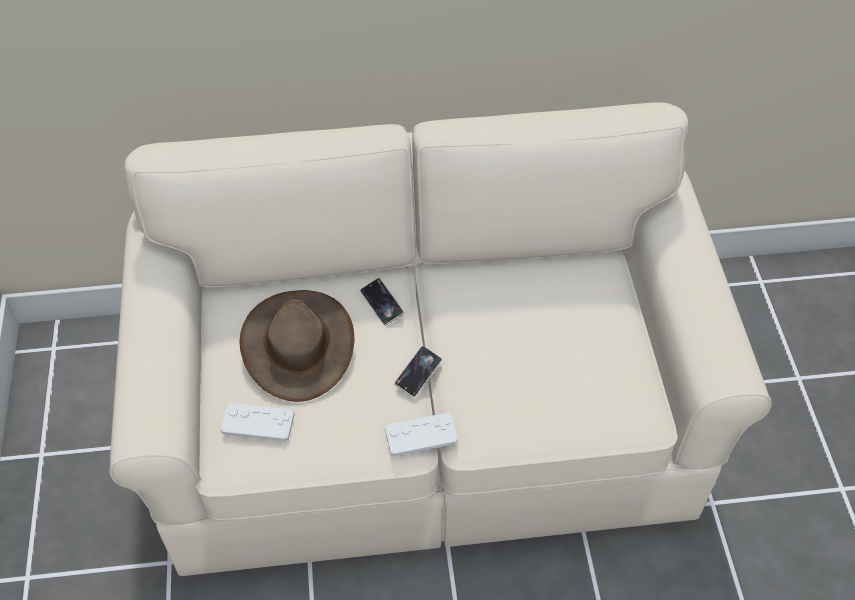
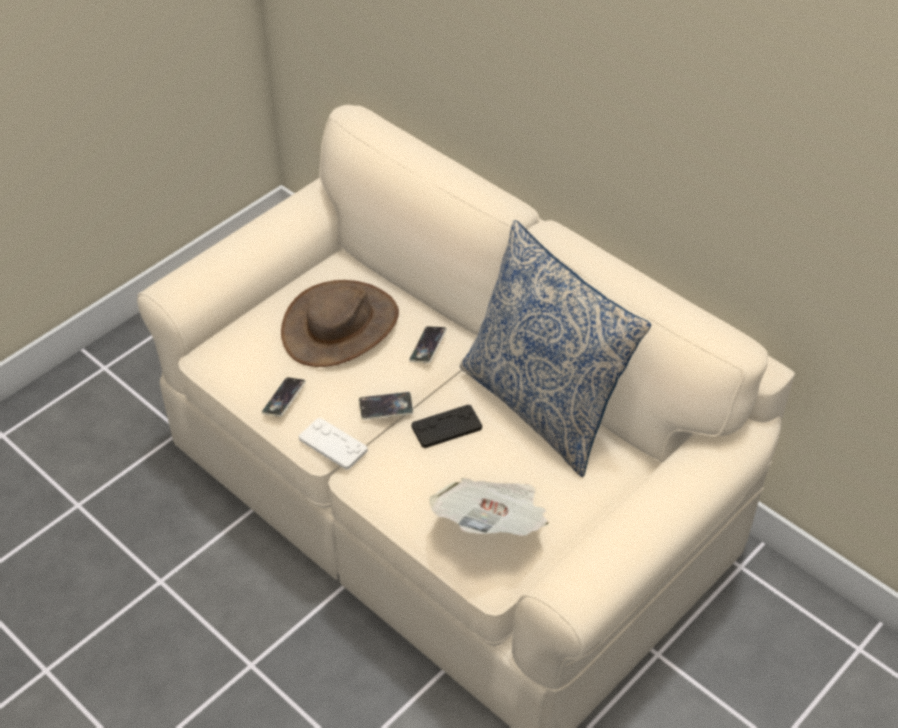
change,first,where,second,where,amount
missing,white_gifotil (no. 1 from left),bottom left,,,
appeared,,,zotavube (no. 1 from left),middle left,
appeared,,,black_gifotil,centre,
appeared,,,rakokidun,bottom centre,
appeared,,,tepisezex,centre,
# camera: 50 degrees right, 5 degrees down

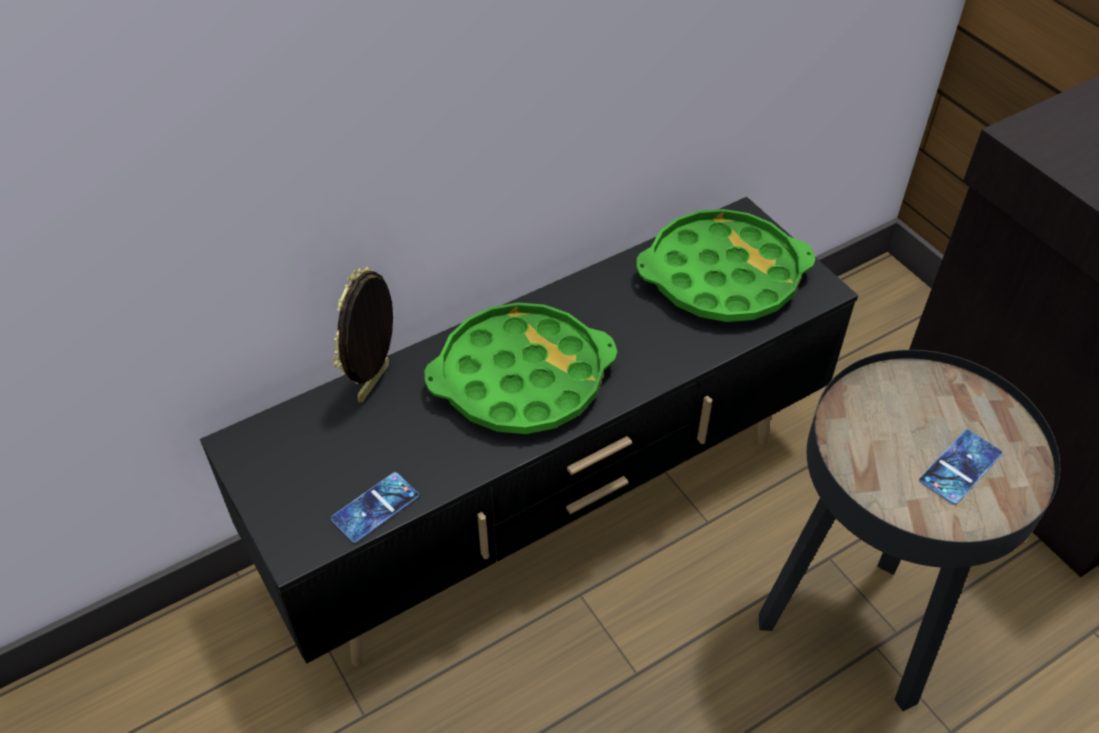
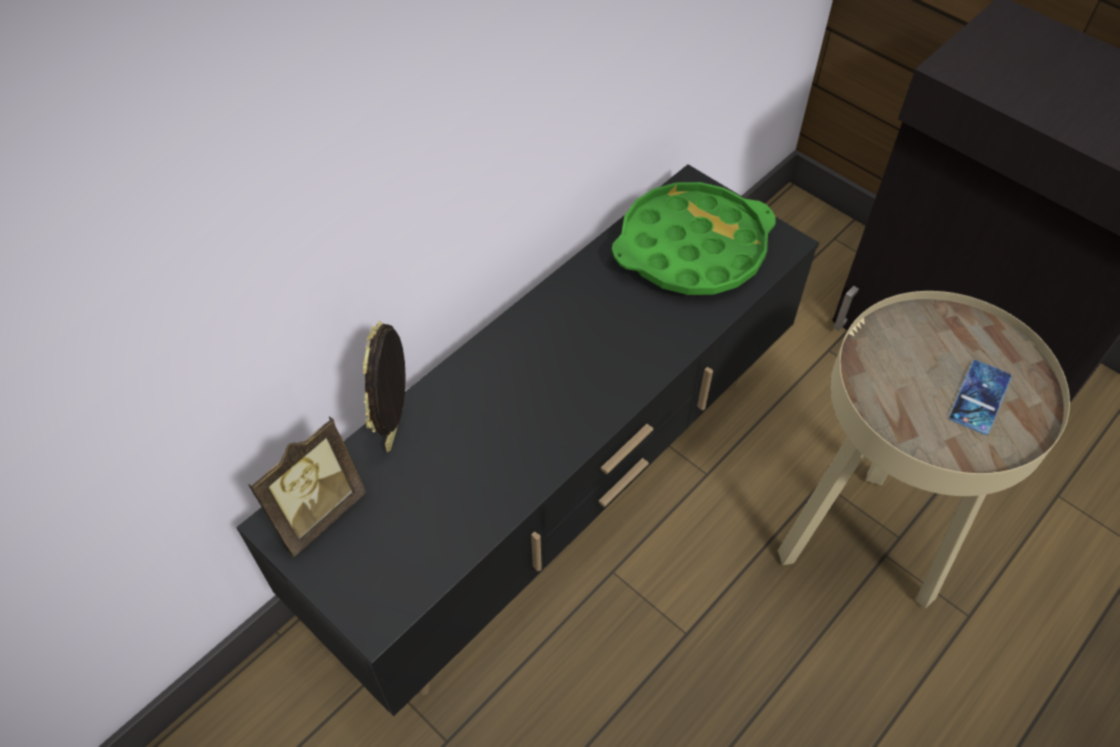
change,first,where,second,where,amount
missing,zotavube (no. 1 from left),bottom centre,,,
missing,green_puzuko (no. 1 from left),centre,,,
colour,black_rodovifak,bottom right,beige_rodovifak,middle right,
appeared,,,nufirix (no. 1 from left),middle left,
# camera: 15 degrees left, 5 degrees up

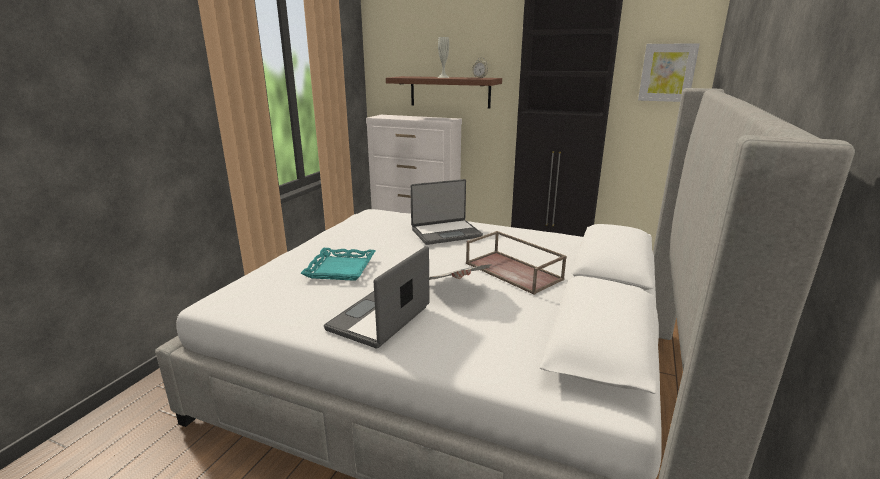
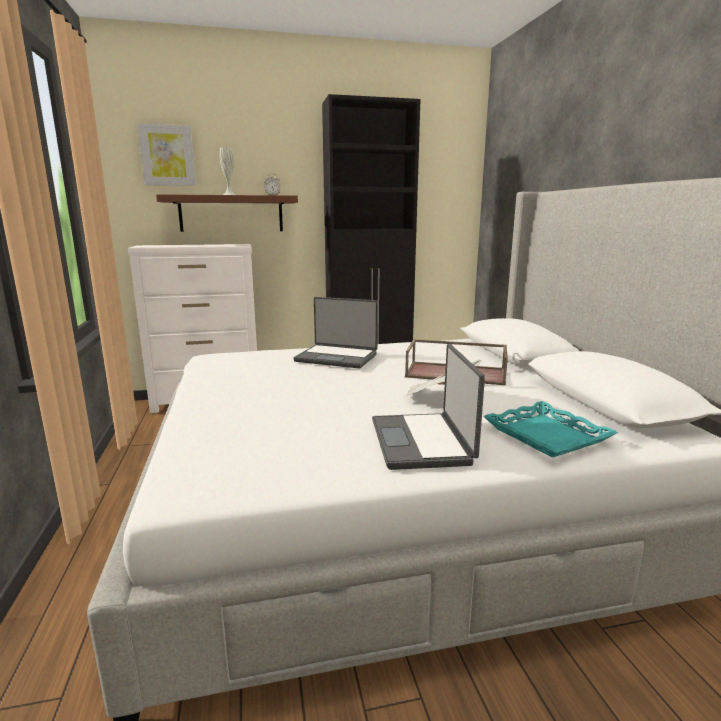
change,first,where,second,where,amount
relocated,turquoise_puzuko,centre,,middle right,
spun,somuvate (no. 2 from left in the first image),centre,somuvate (no. 1 from left),centre,75 degrees clockwise
relocated,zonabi,top right,,top left,
# camera: 35 degrees left, 5 degrees down

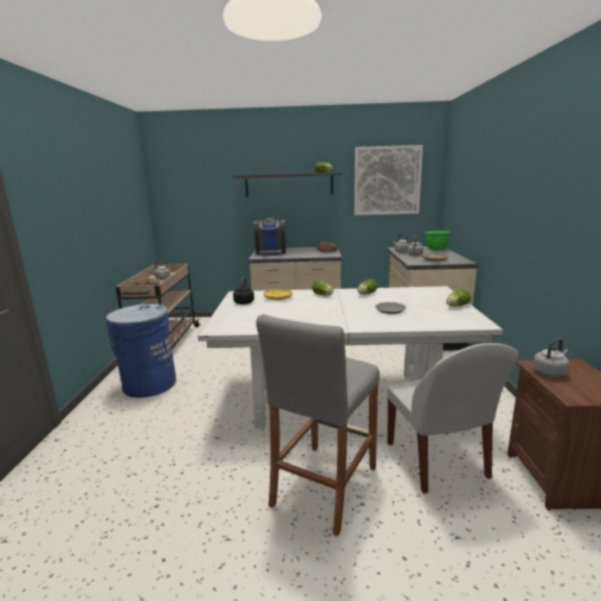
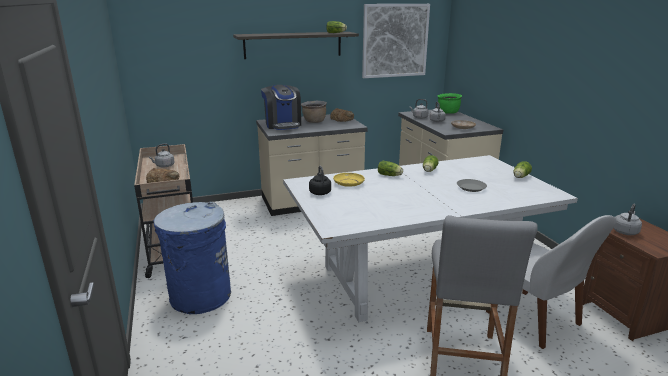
change,first,where,second,where,amount
appeared,,,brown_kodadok,top centre,
# camera: 20 degrees left, 5 degrees up

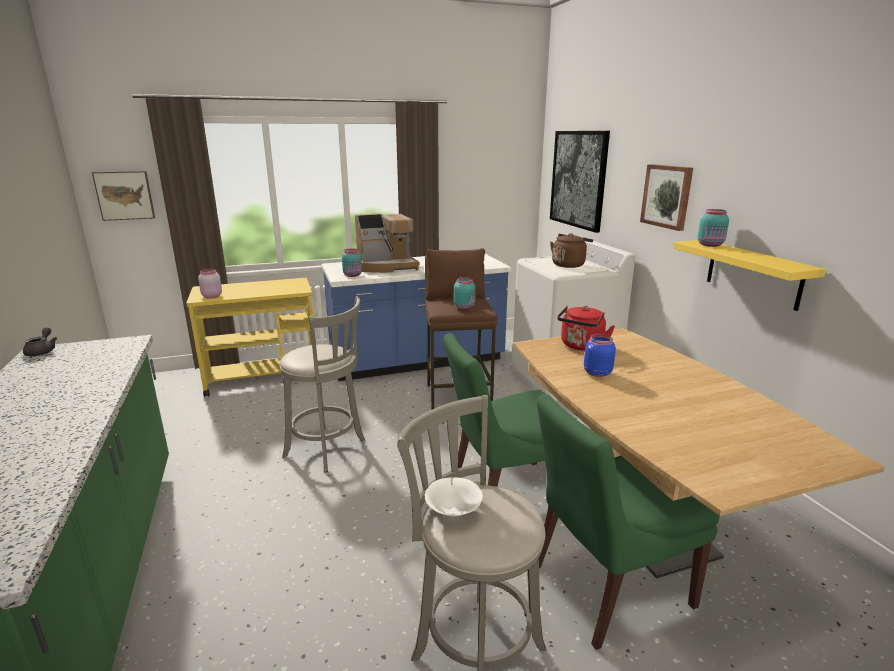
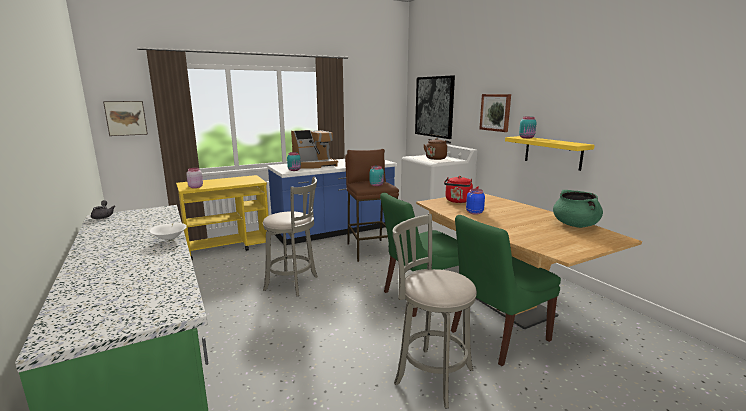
change,first,where,second,where,amount
relocated,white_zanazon,bottom centre,,middle left,
appeared,,,green_kodadok,middle right,
# camera: 10 degrees left, 5 degrees down

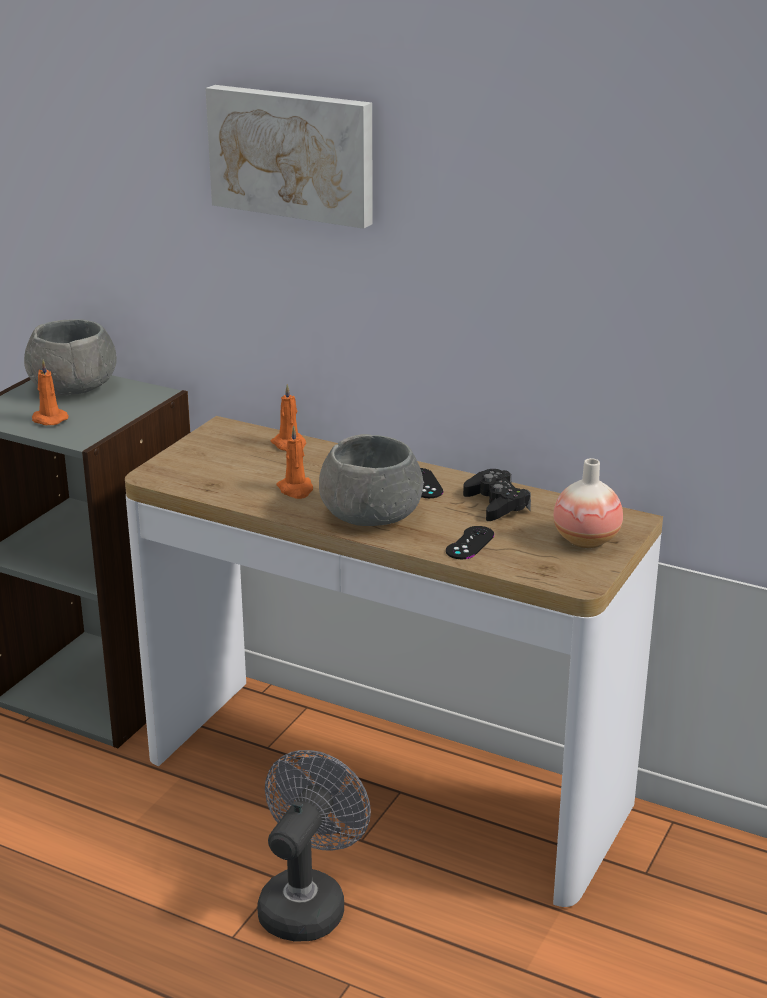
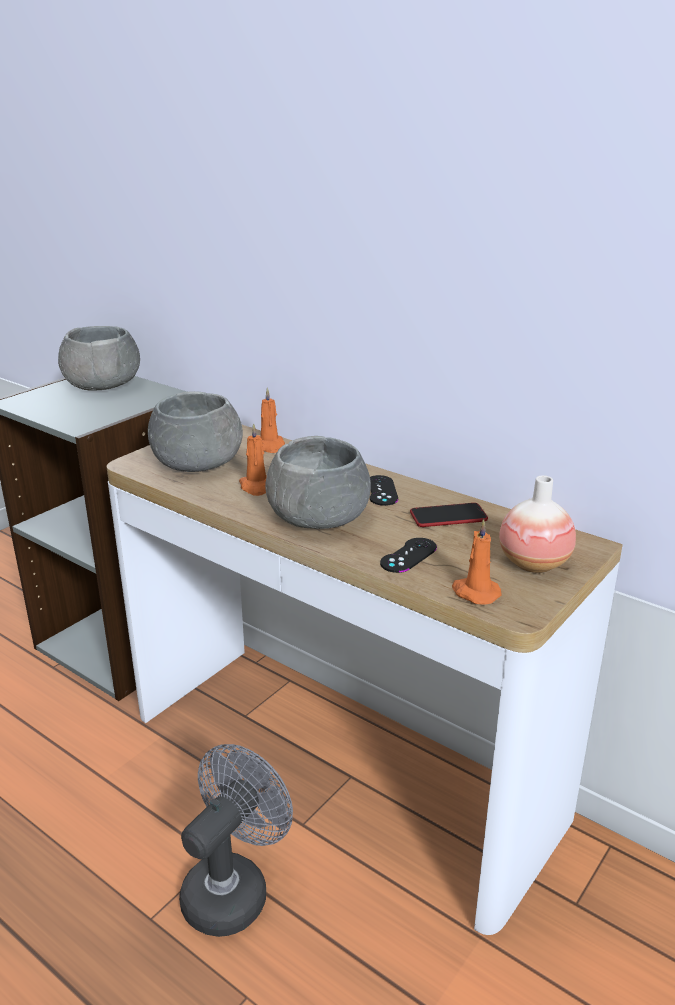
change,first,where,second,where,amount
relocated,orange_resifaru (no. 1 from left in the first image),middle left,orange_resifaru (no. 3 from left),middle right,
missing,zonabi,top centre,,,
exchanged,black_gifotil (no. 3 from left),centre,zotavube,centre,
appeared,,,grey_zanazon (no. 2 from left),middle left,
# camera: 10 degrees right, 0 degrees up

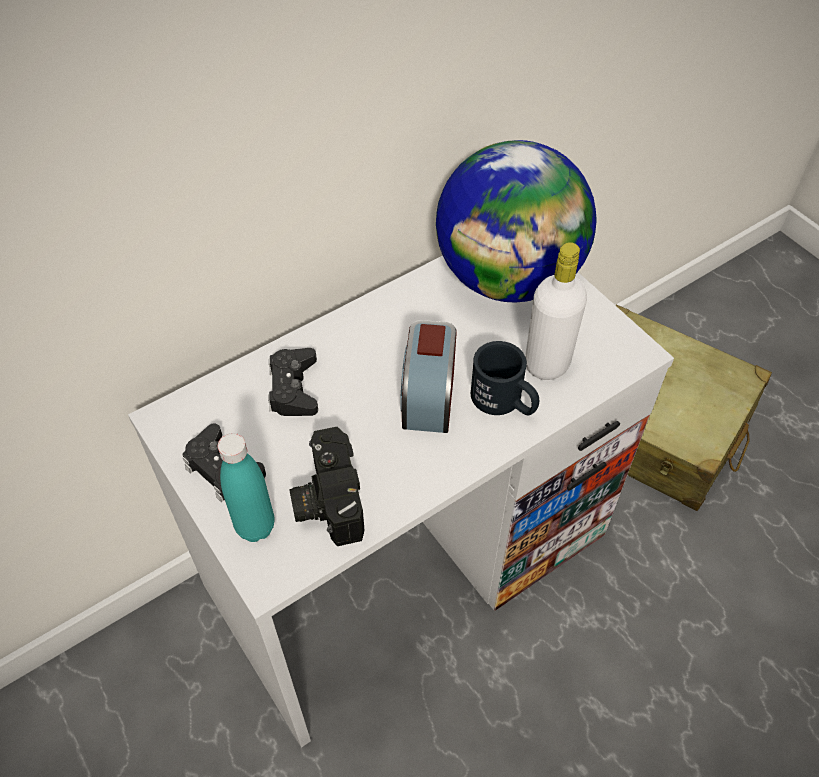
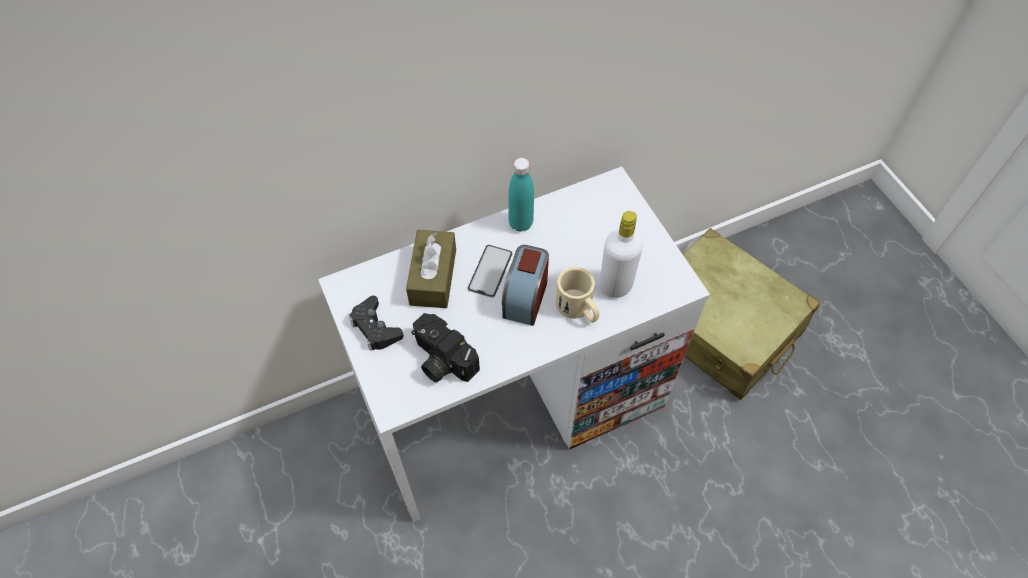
change,first,where,second,where,amount
relocated,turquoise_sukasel,middle left,,centre,
exchanged,black_gifotil (no. 2 from left),centre,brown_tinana,centre,
spun,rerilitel,centre,,centre,45 degrees counterclockwise
missing,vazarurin,top centre,,,
colour,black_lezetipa,centre,beige_lezetipa,centre,
appeared,,,zotavube,centre,
# camera: 10 degrees right, 5 degrees up

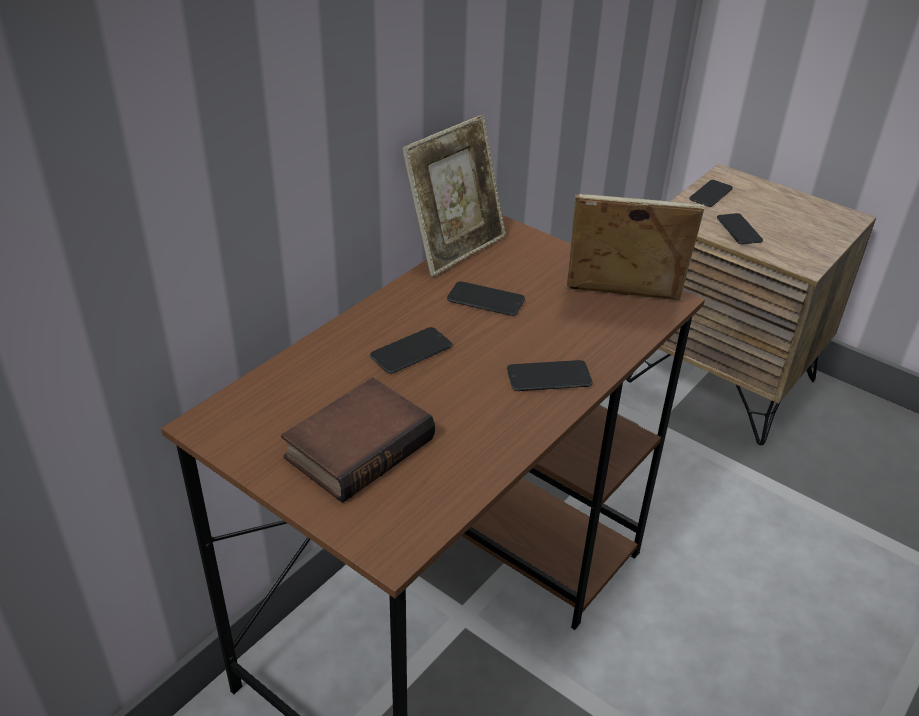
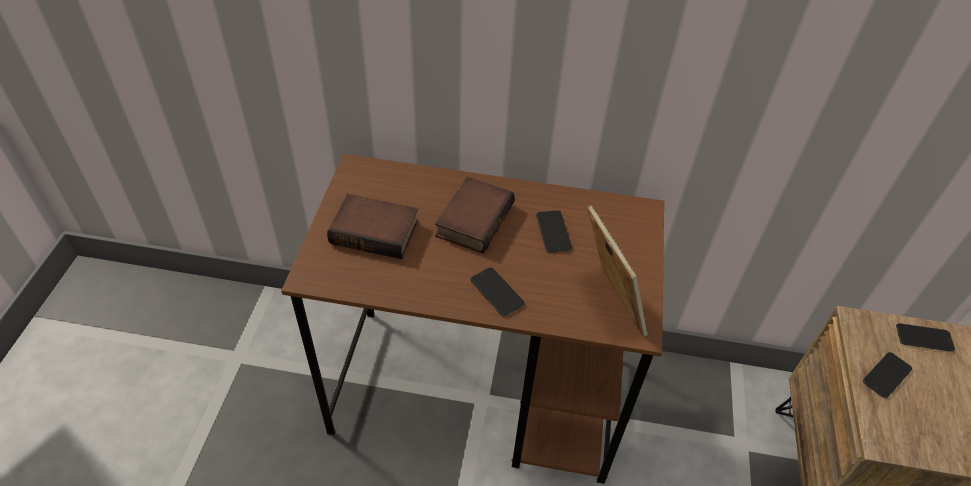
change,first,where,second,where,amount
exchanged,zotavube (no. 1 from left),centre,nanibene (no. 2 from left),centre,
missing,nufirix (no. 1 from left),top centre,,,
# camera: 60 degrees right, 10 degrees up

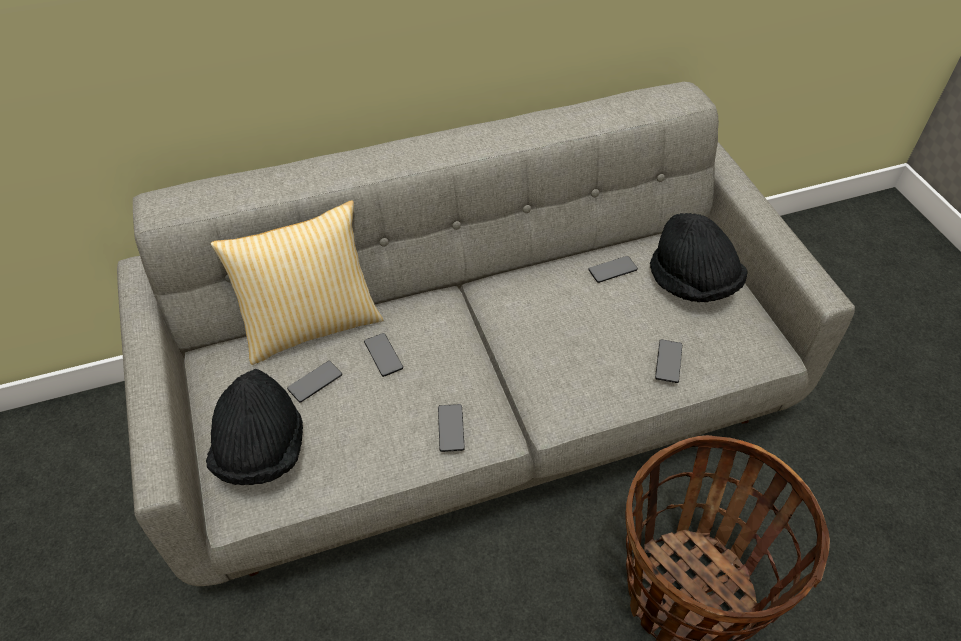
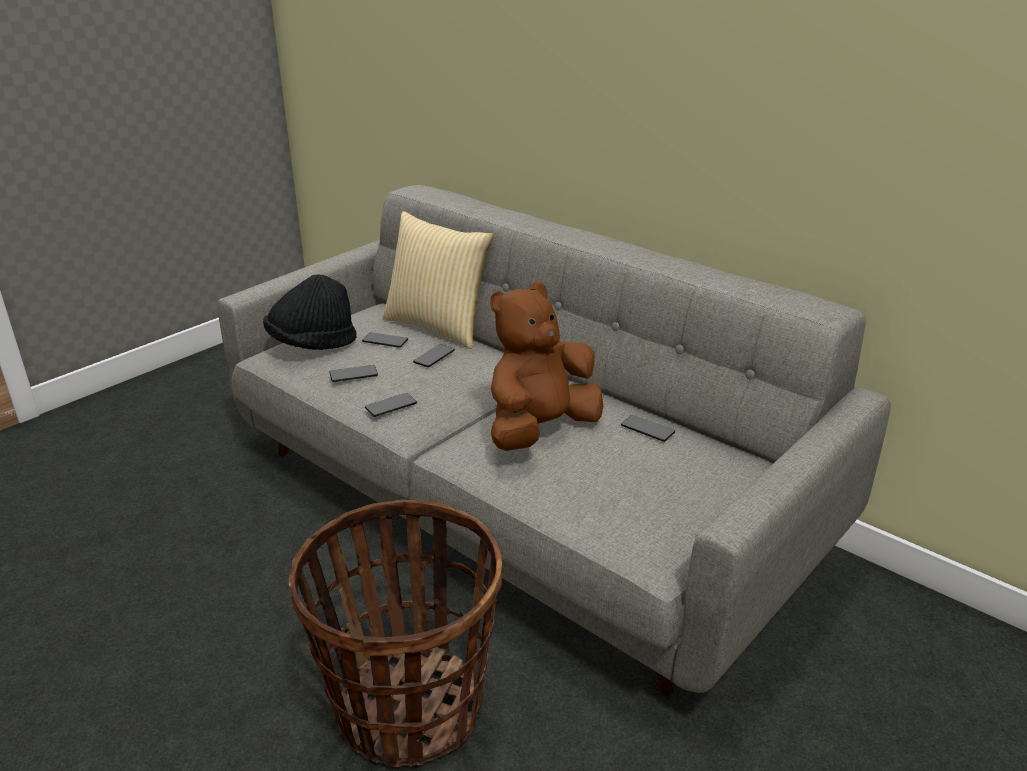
change,first,where,second,where,amount
missing,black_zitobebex (no. 2 from left),middle right,,,
relocated,zotavube (no. 5 from left in the first image),middle right,zotavube (no. 1 from left),centre,
appeared,,,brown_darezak,centre,
# camera: 60 degrees right, 20 degrees down

